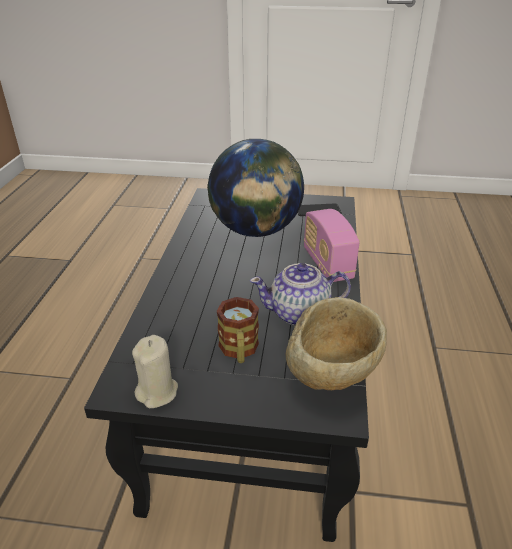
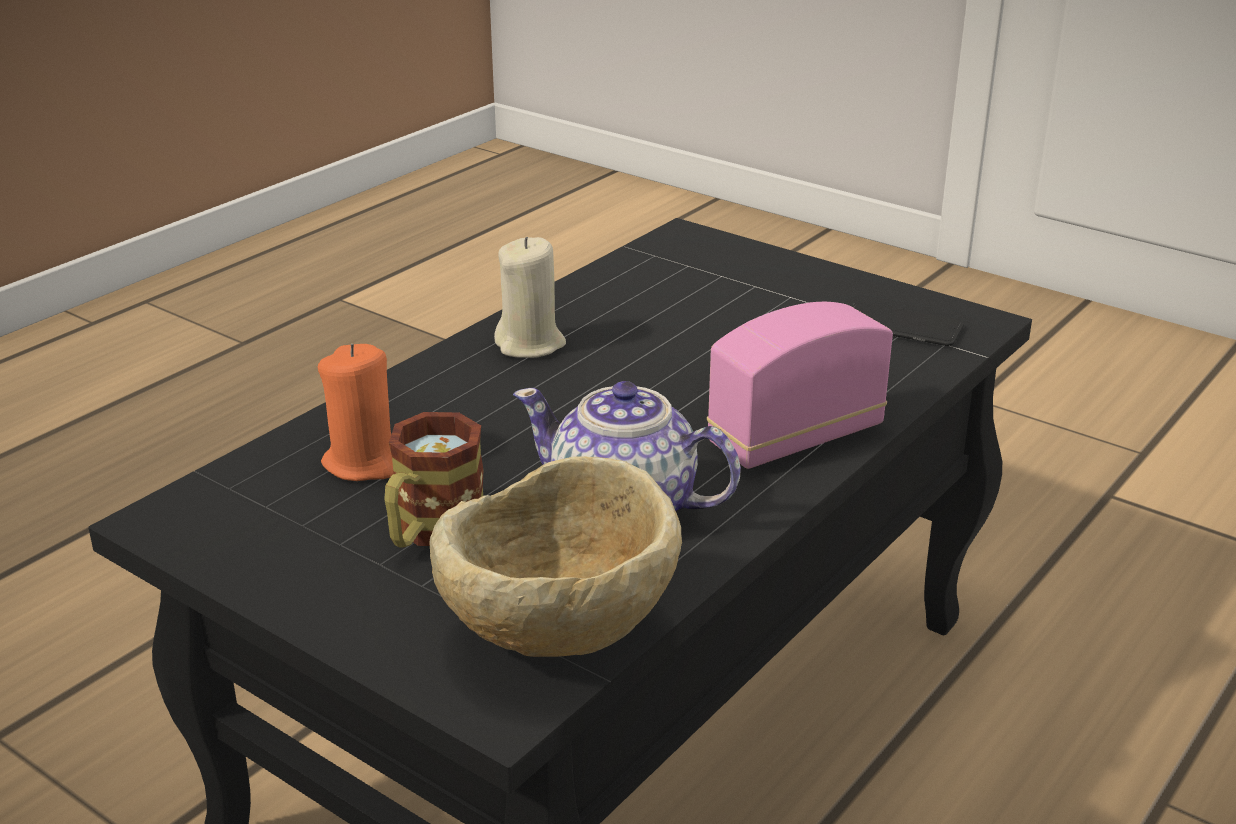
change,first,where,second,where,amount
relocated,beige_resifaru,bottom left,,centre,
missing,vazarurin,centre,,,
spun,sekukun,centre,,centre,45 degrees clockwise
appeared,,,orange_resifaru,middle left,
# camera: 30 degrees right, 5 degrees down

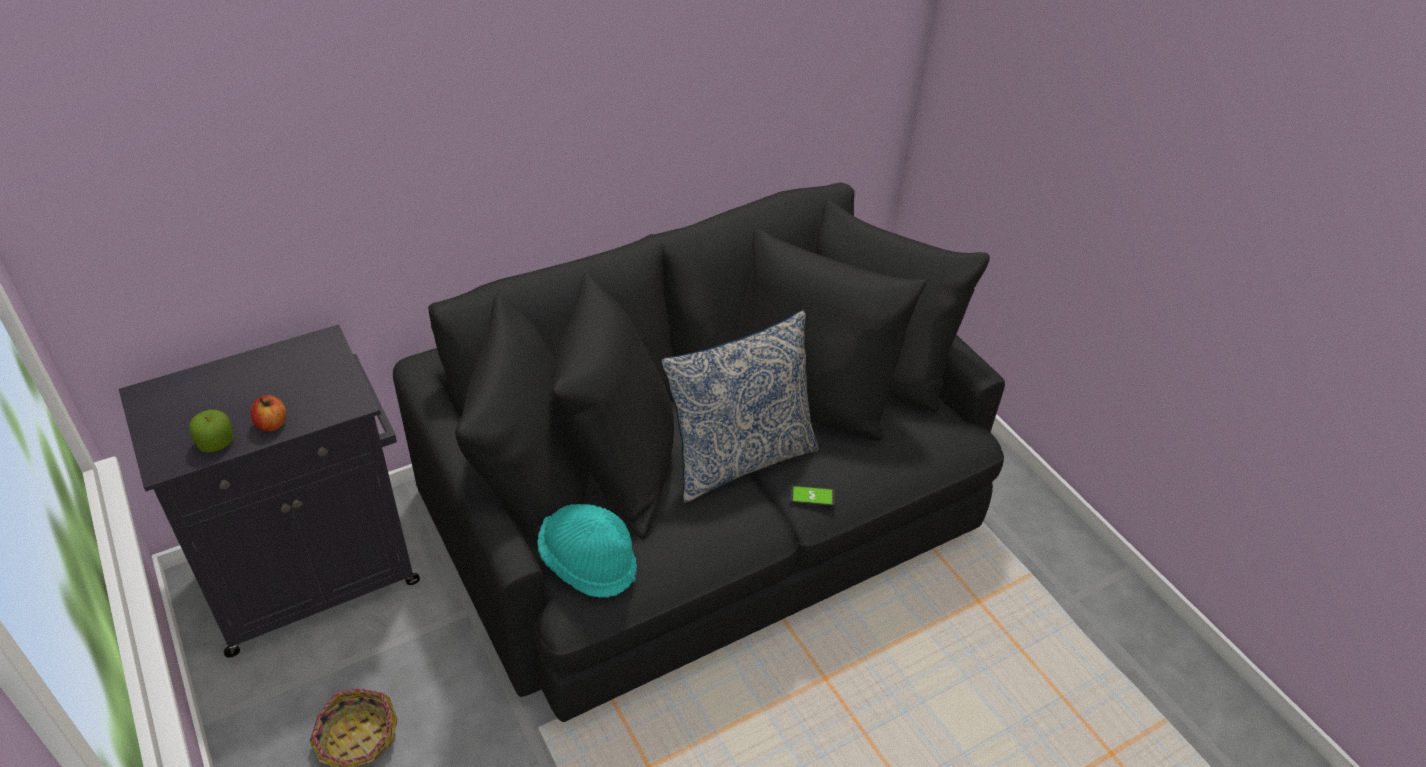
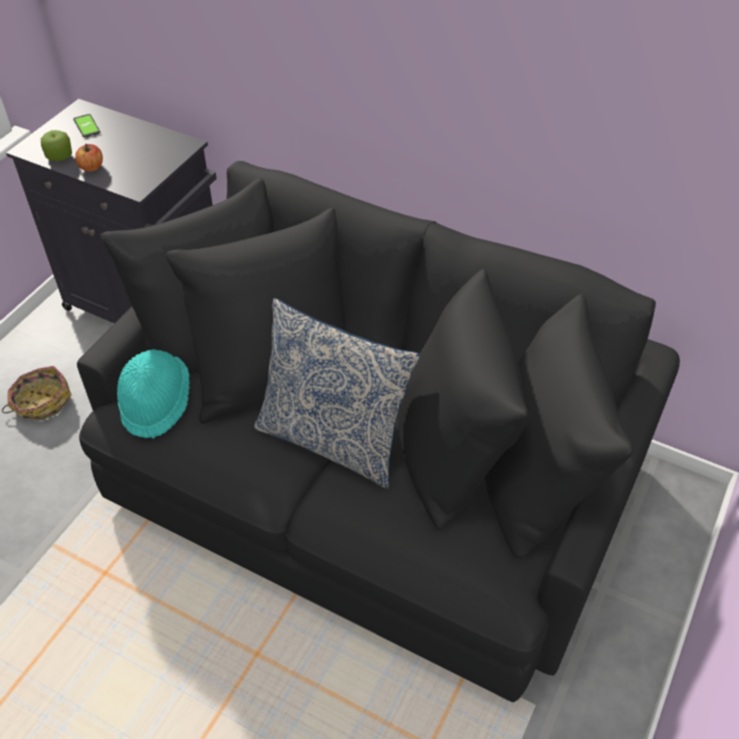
change,first,where,second,where,amount
relocated,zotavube,centre,,top left,
# camera: 60 degrees right, 5 degrees up

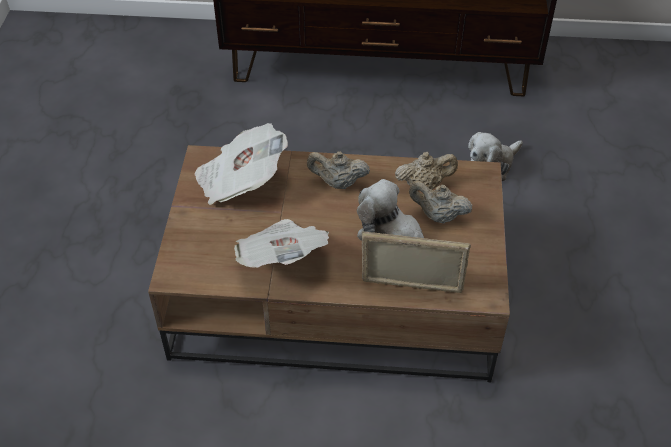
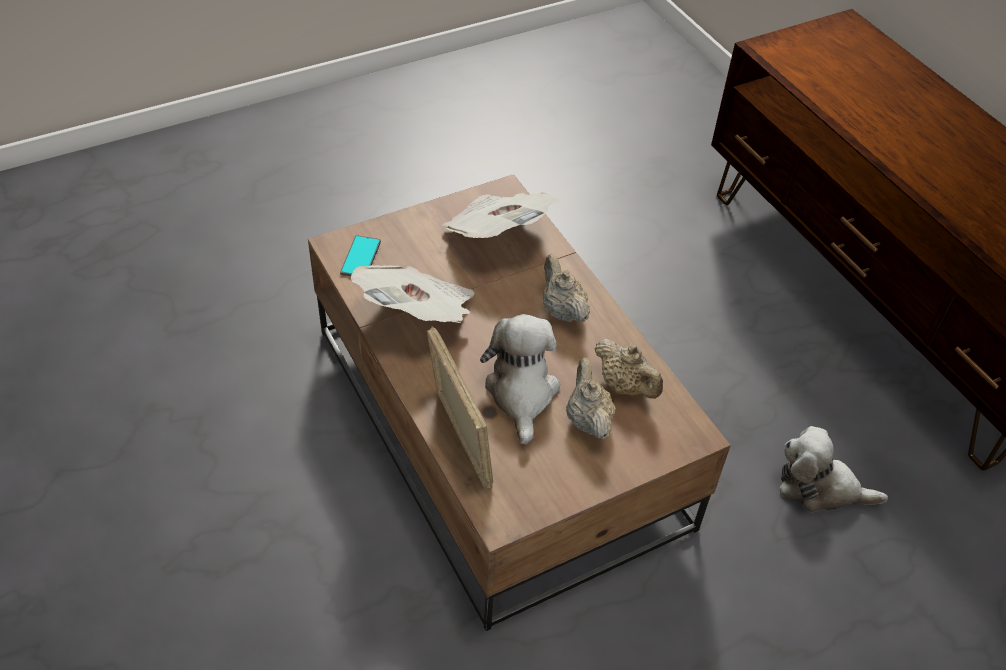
change,first,where,second,where,amount
appeared,,,zotavube,centre,
# camera: 55 degrees right, 0 degrees up

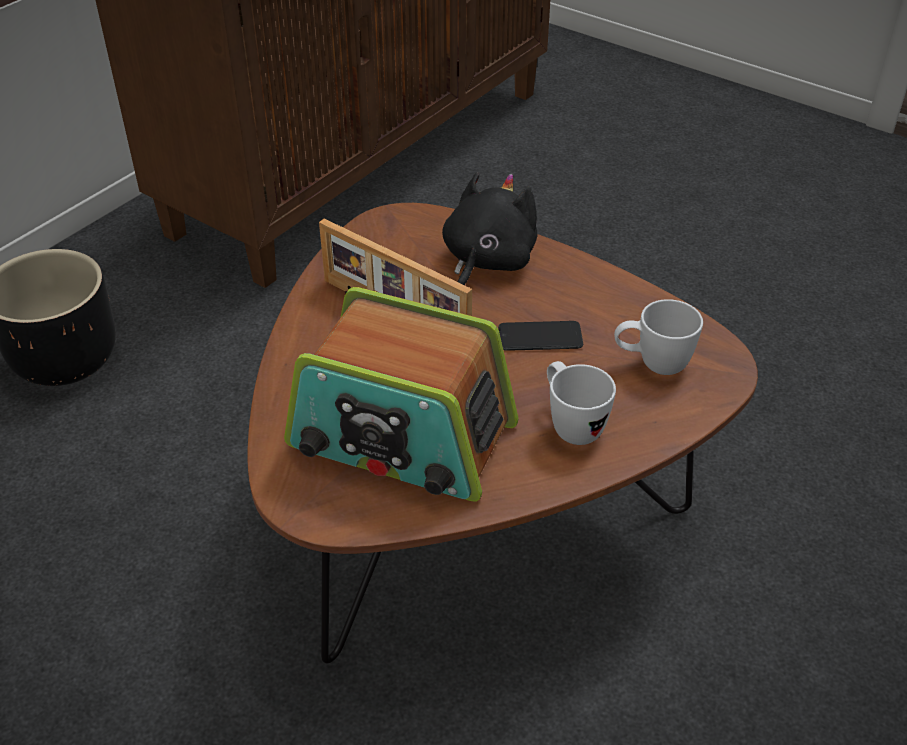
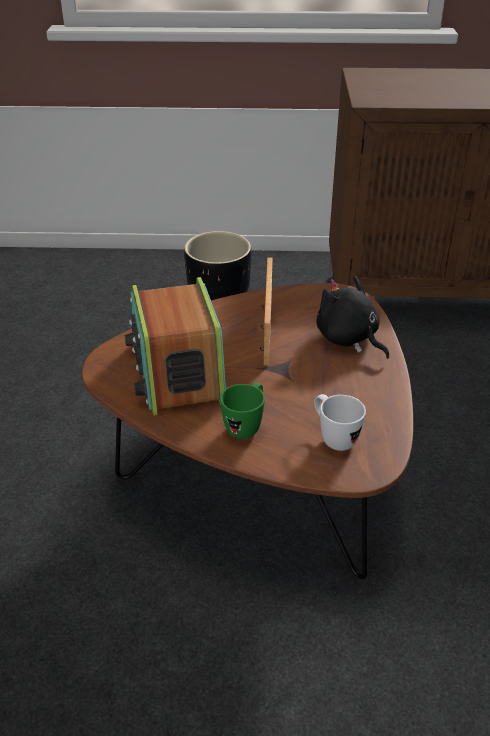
change,first,where,second,where,amount
spun,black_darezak,top centre,,middle right,120 degrees counterclockwise
missing,zotavube,centre,,,
colour,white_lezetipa (no. 1 from left),centre,green_lezetipa,centre,
# camera: 55 degrees right, 5 degrees down

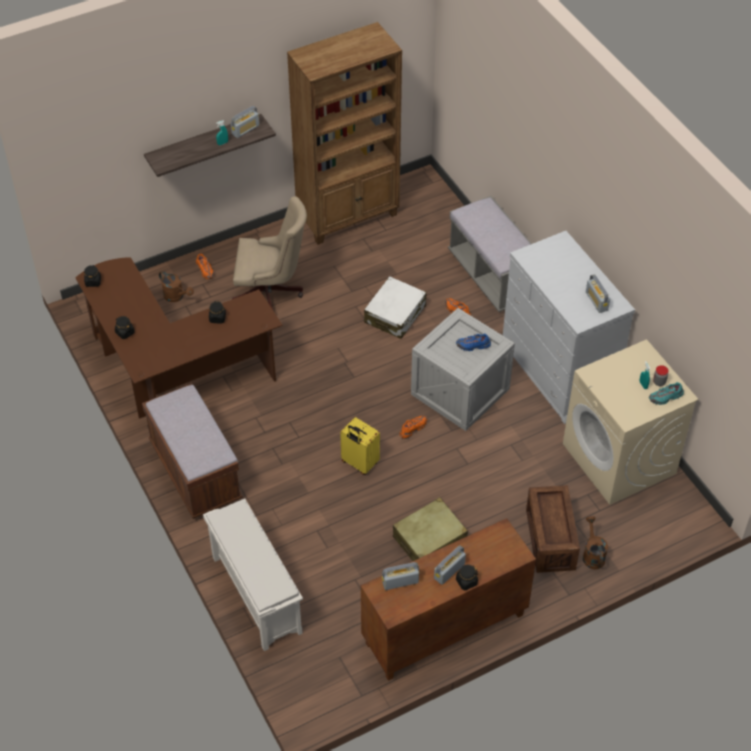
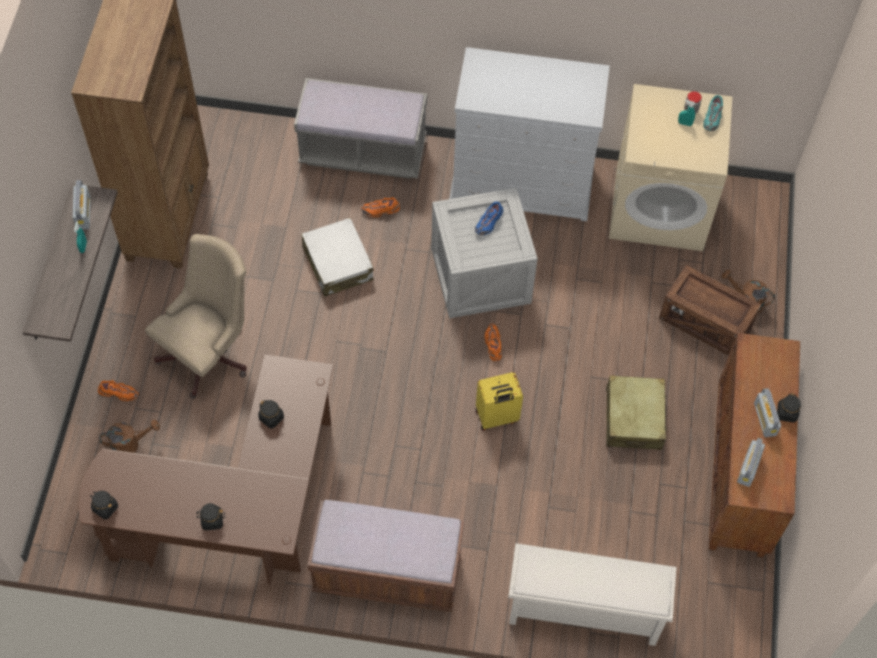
change,first,where,second,where,amount
missing,sekukun (no. 4 from left),middle right,,,
# camera: 55 degrees left, 10 degrees up

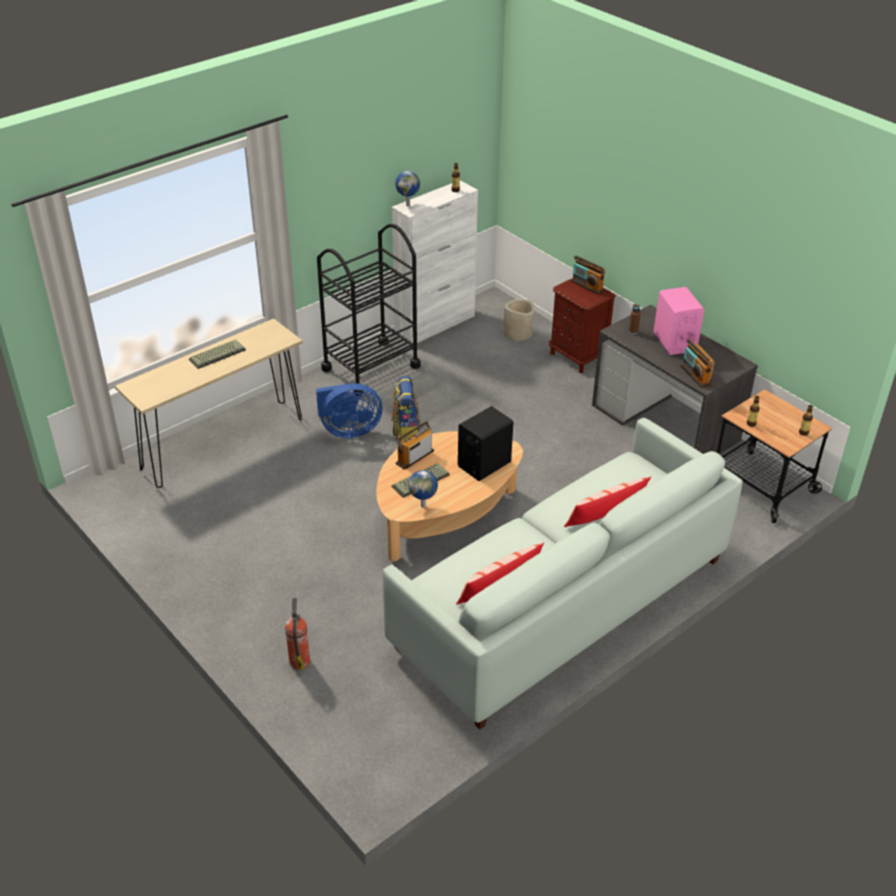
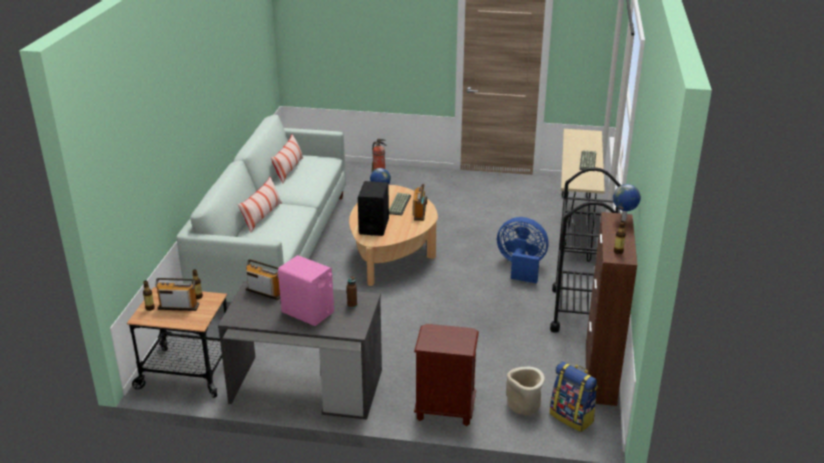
change,first,where,second,where,amount
spun,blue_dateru,centre,,centre,75 degrees clockwise
colour,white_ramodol,top centre,brown_ramodol,bottom right,
relocated,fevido,centre,,bottom right,
relocated,sekukun (no. 2 from left in the first image),top centre,sekukun (no. 1 from left),middle left,
# camera: 140 degrees right, 10 degrees down

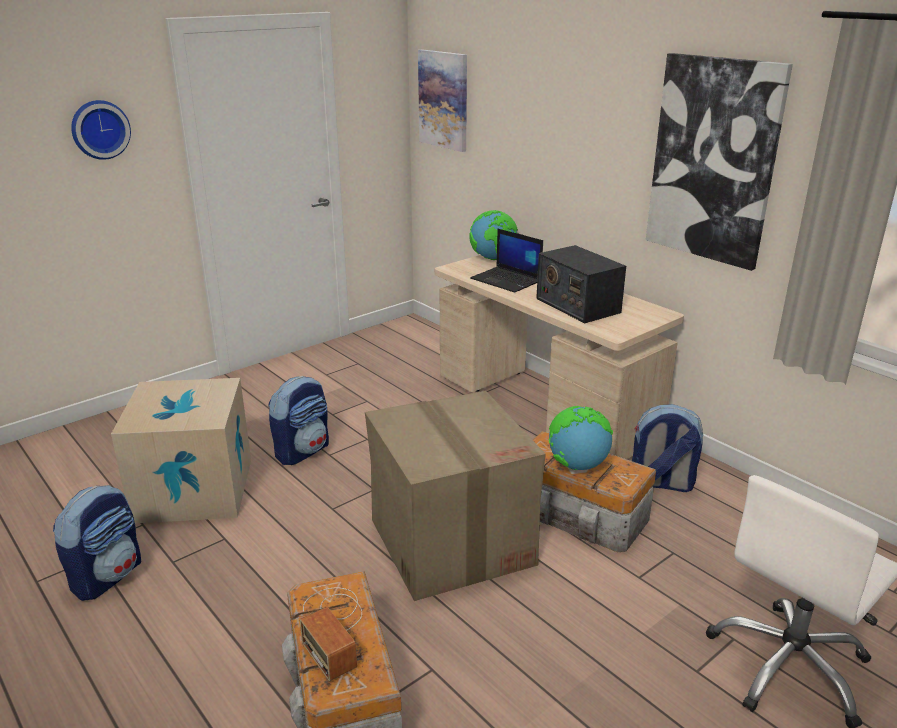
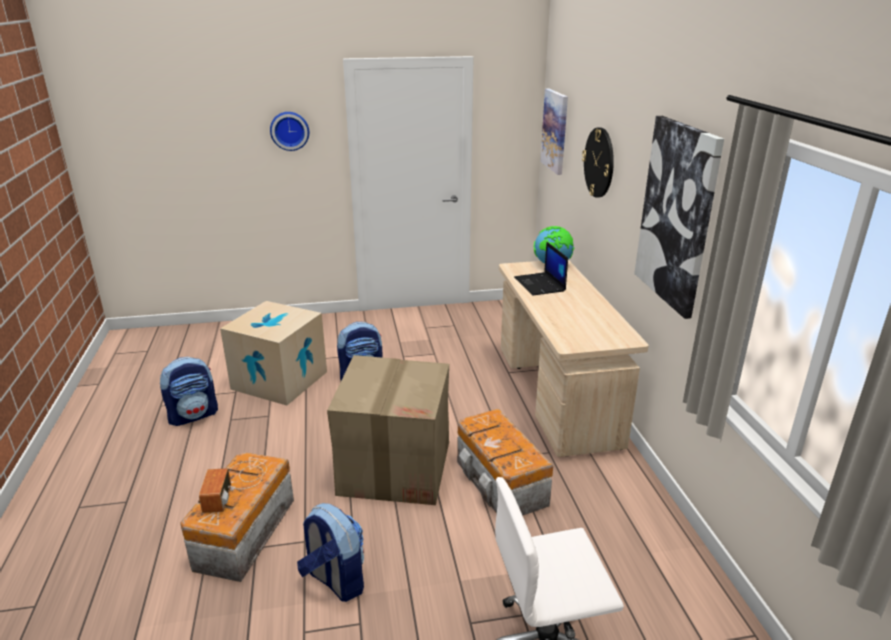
change,first,where,second,where,amount
missing,sekukun (no. 2 from left),centre,,,
missing,vazarurin (no. 2 from left),centre,,,
relocated,fevido (no. 3 from left in the first image),middle right,fevido (no. 2 from left),bottom centre,
appeared,,,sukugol (no. 2 from left),top right,
# camera: 30 degrees right, 0 degrees up

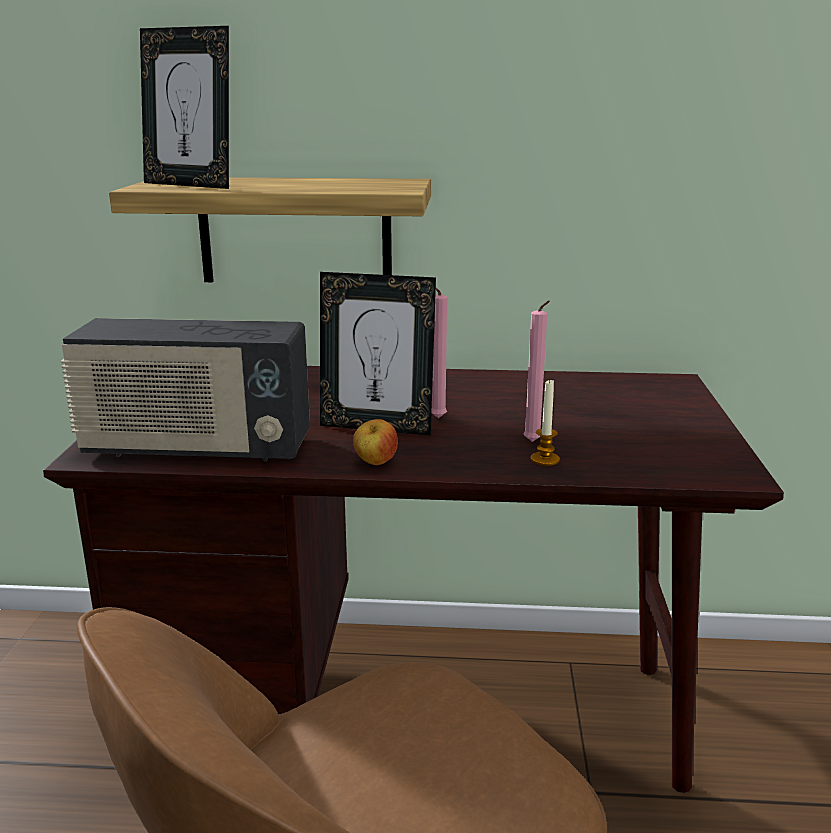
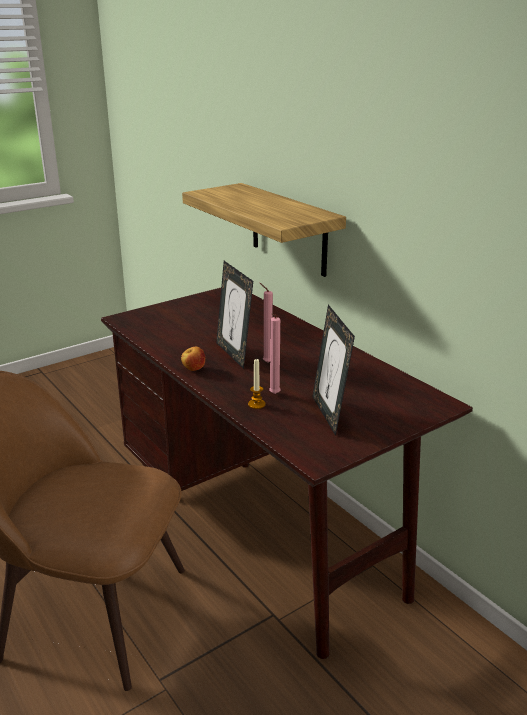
change,first,where,second,where,amount
missing,sekukun,middle left,,,
relocated,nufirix (no. 1 from left in the first image),top left,nufirix (no. 2 from left),centre,
# camera: 50 degrees right, 5 degrees up

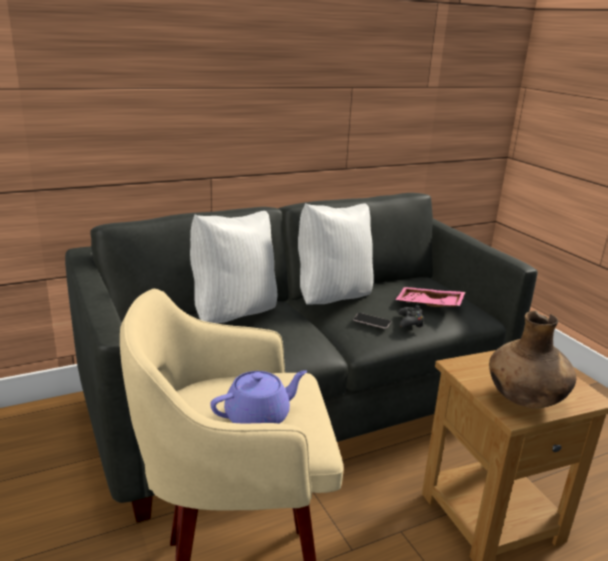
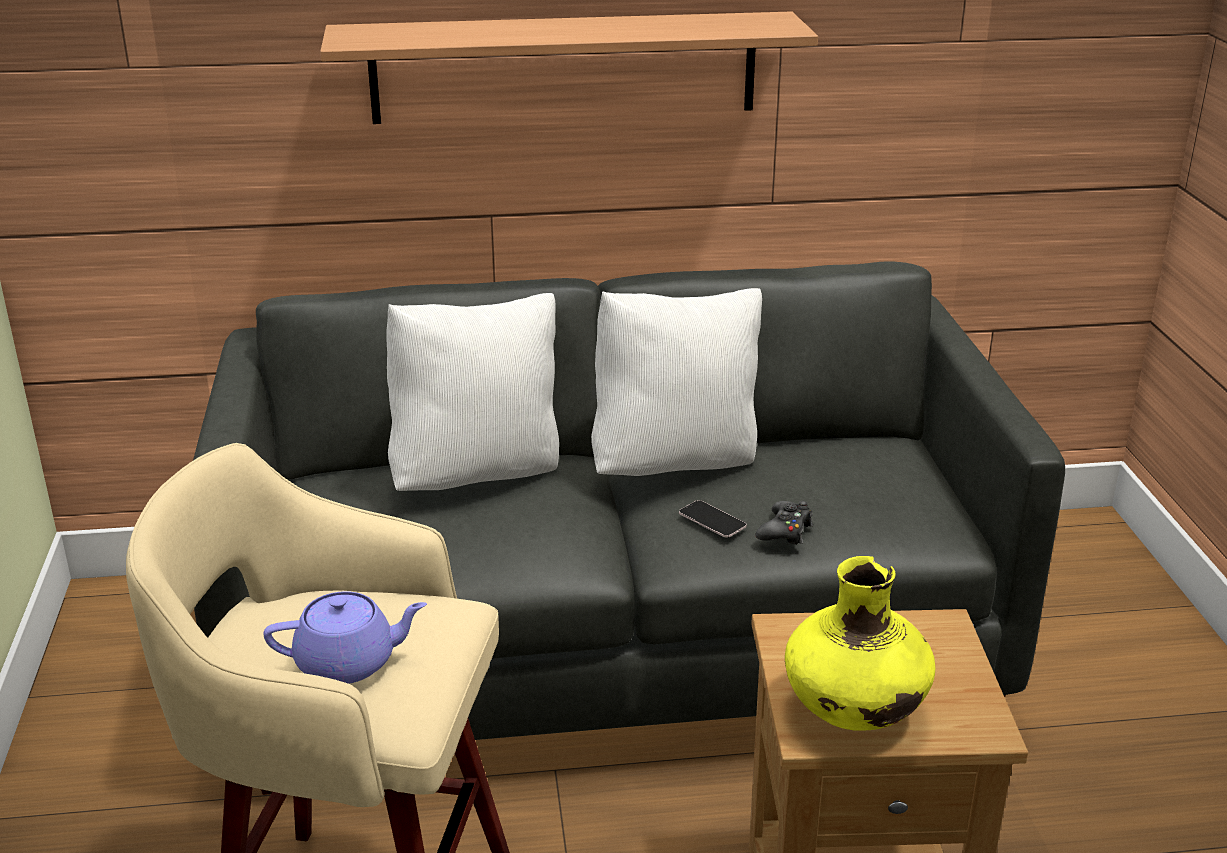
change,first,where,second,where,amount
missing,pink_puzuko,middle right,,,
colour,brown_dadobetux,middle right,yellow_dadobetux,bottom right,
appeared,,,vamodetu,top centre,
# camera: 20 degrees right, 5 degrees up

